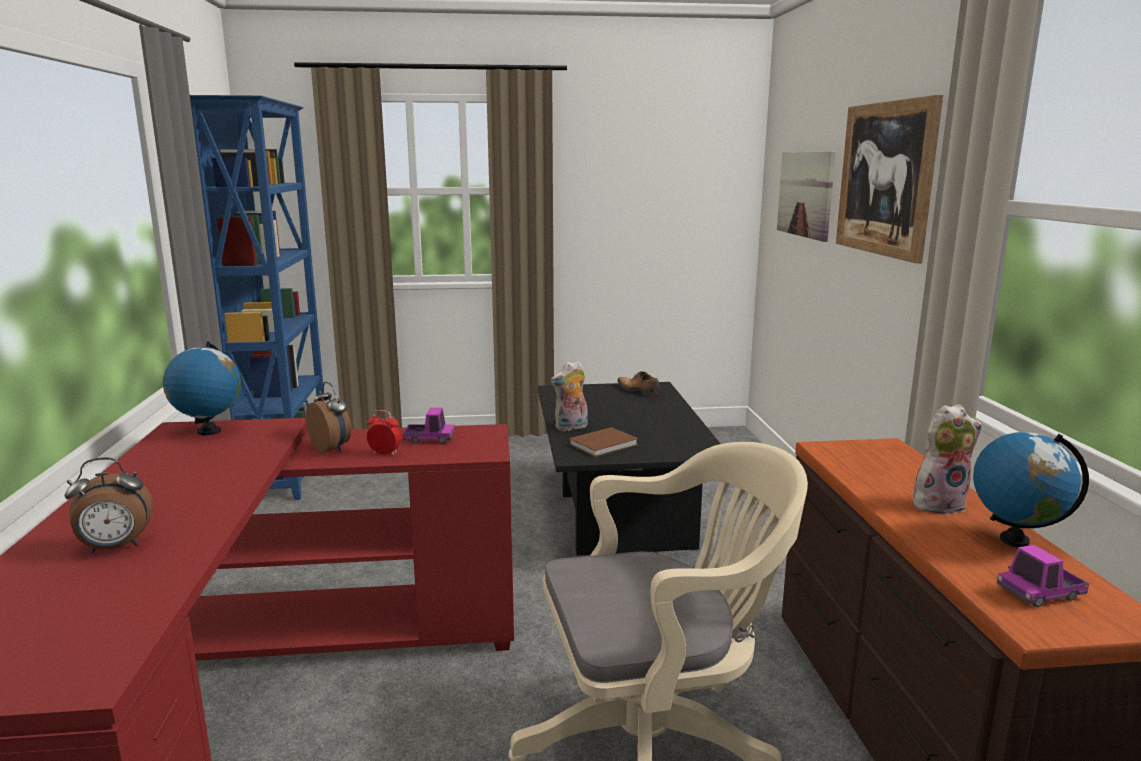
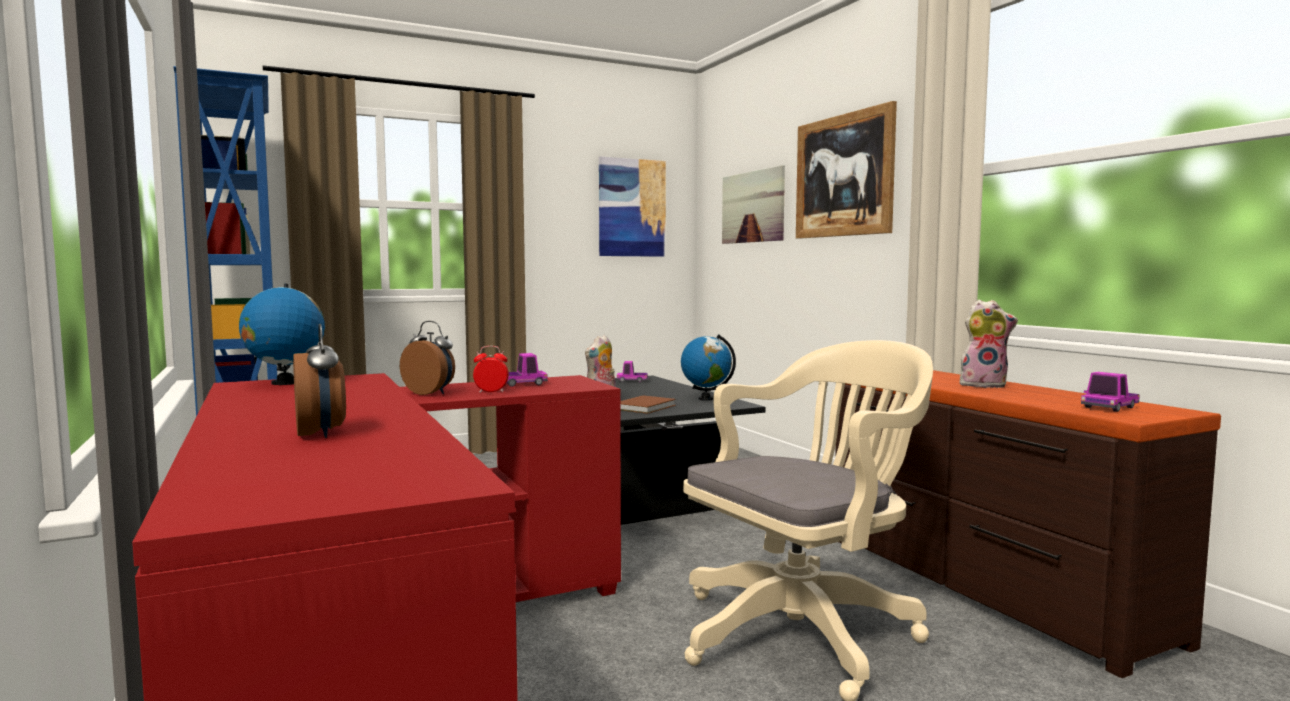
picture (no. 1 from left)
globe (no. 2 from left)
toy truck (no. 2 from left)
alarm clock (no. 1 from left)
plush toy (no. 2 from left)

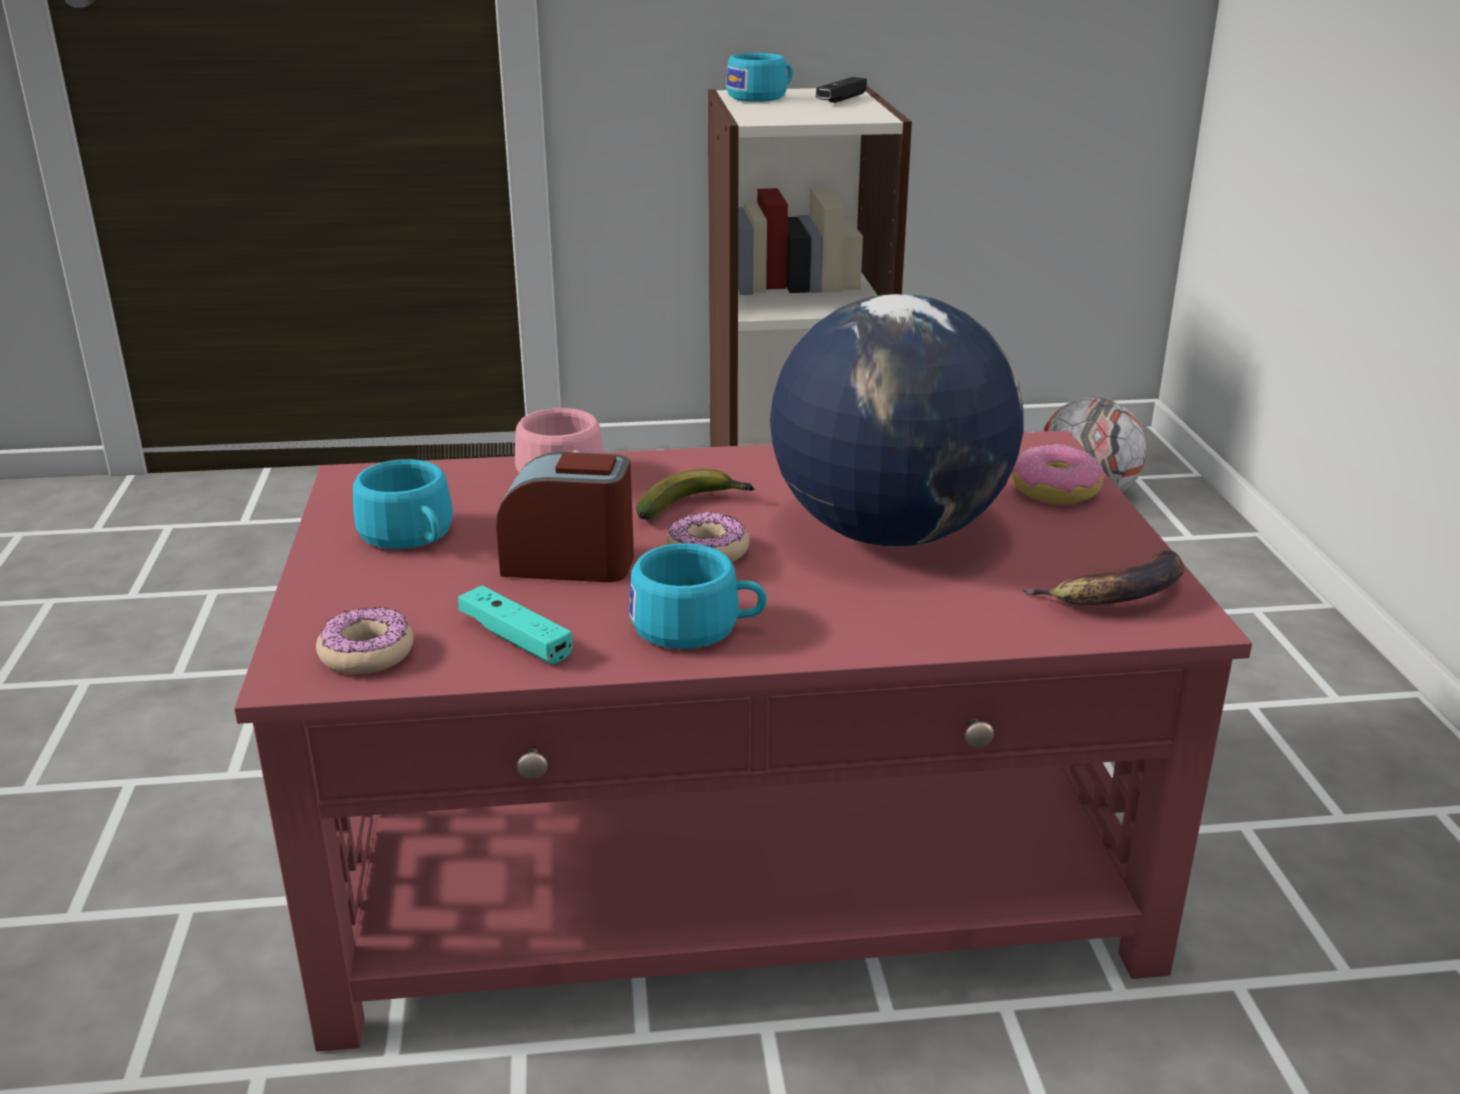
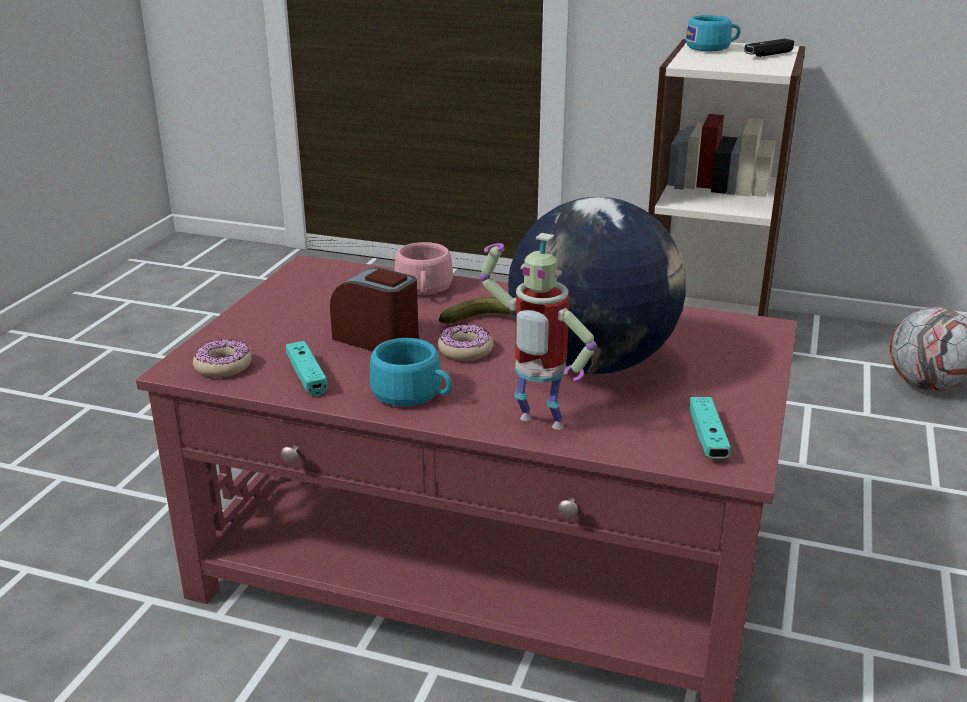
cup in turquoise (no. 1 from left in the first image)
donut (no. 3 from left in the first image)
toy robot
game controller in turquoise (no. 2 from left)

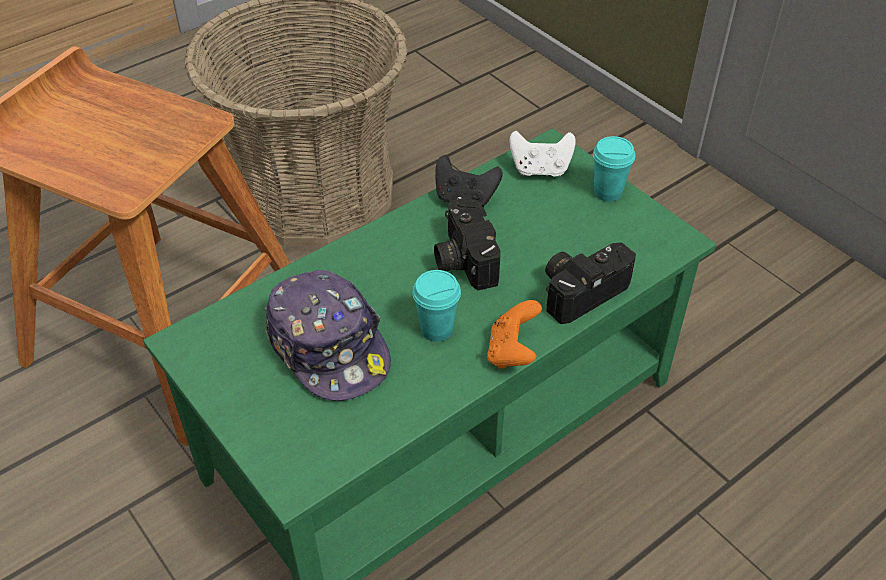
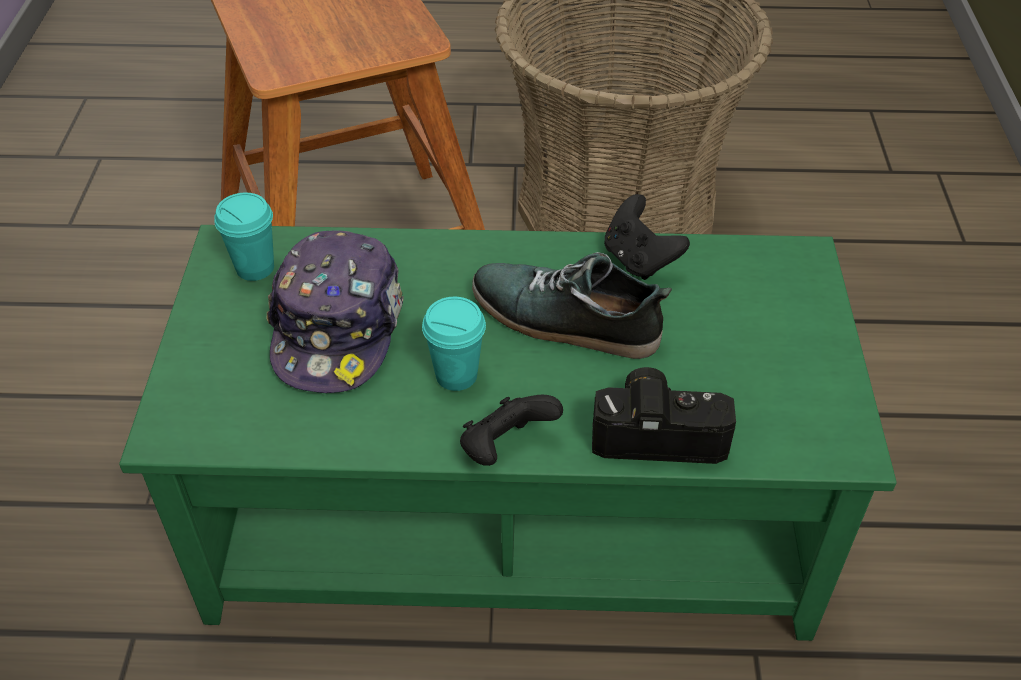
game controller in white
cup in turquoise (no. 1 from left)
shoe
game controller in black (no. 1 from left)

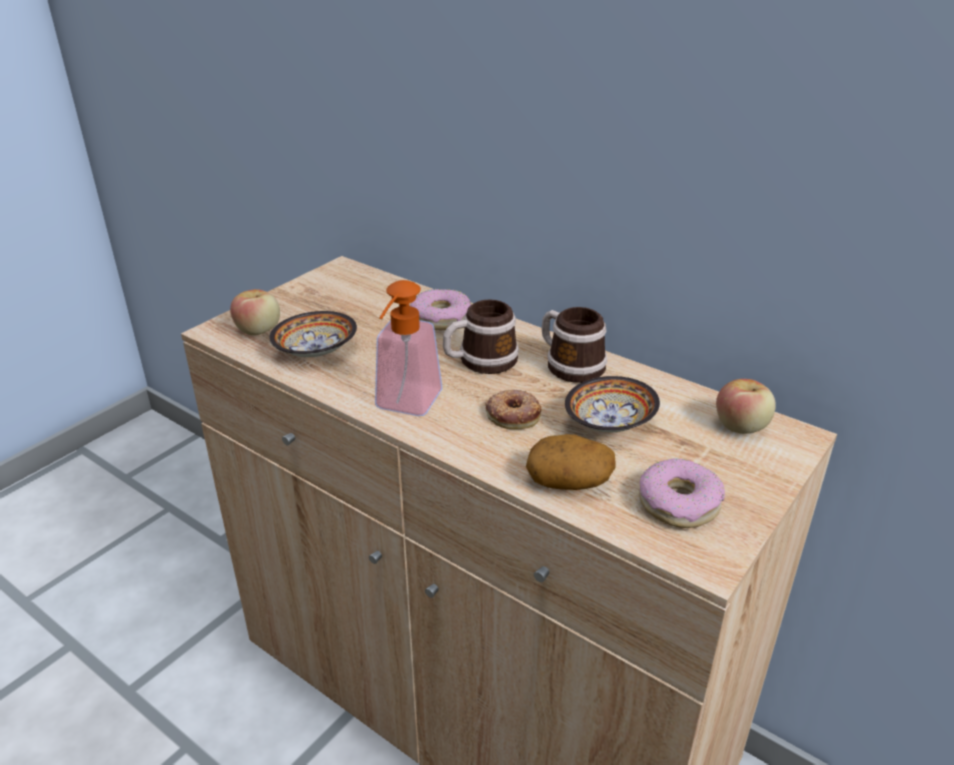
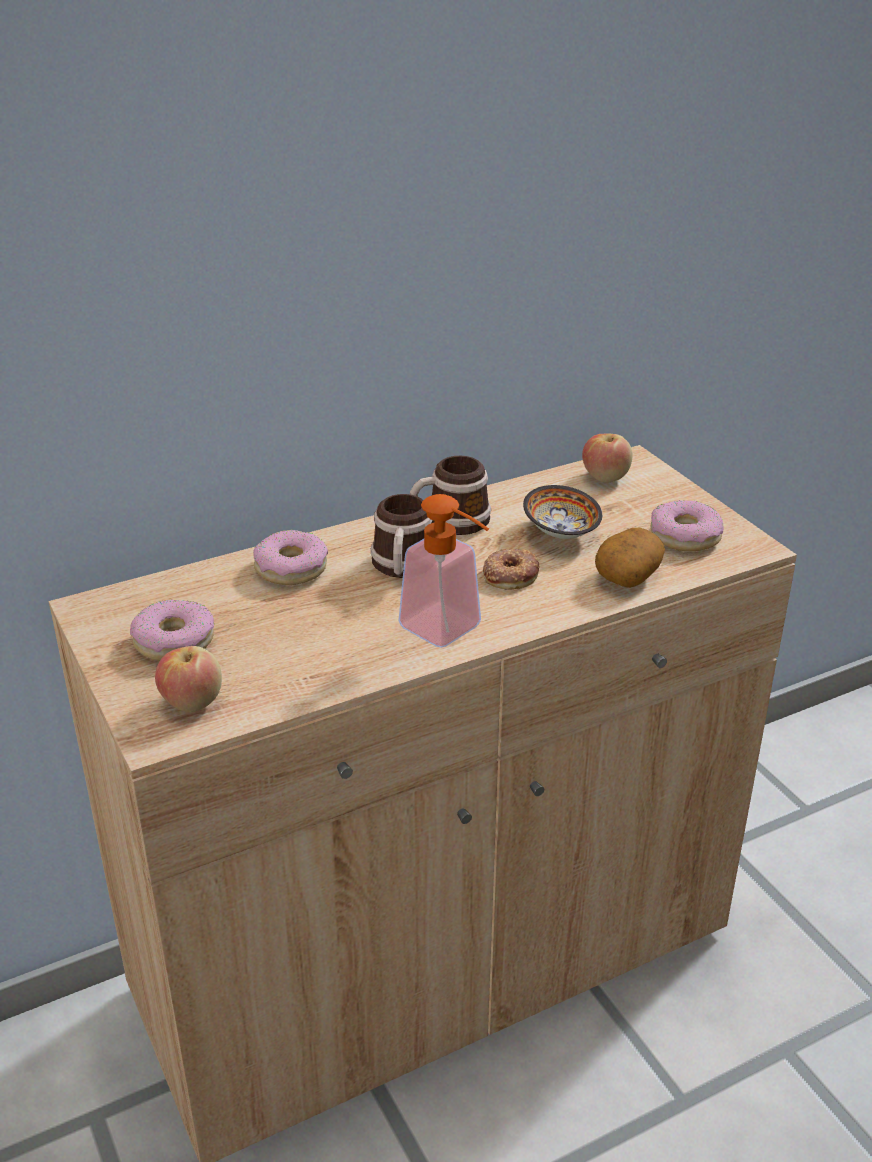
bowl (no. 1 from left in the first image)
donut (no. 1 from left)

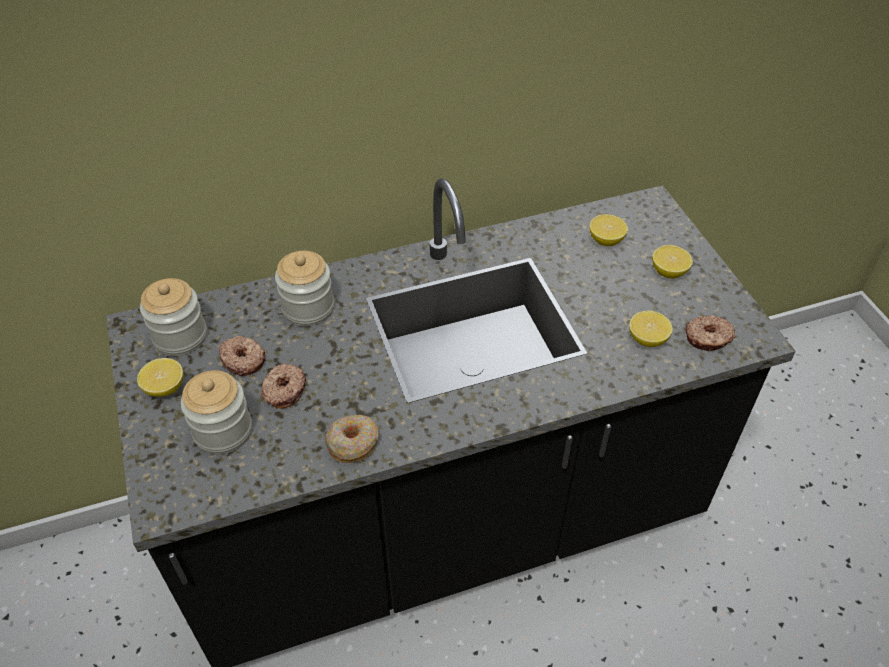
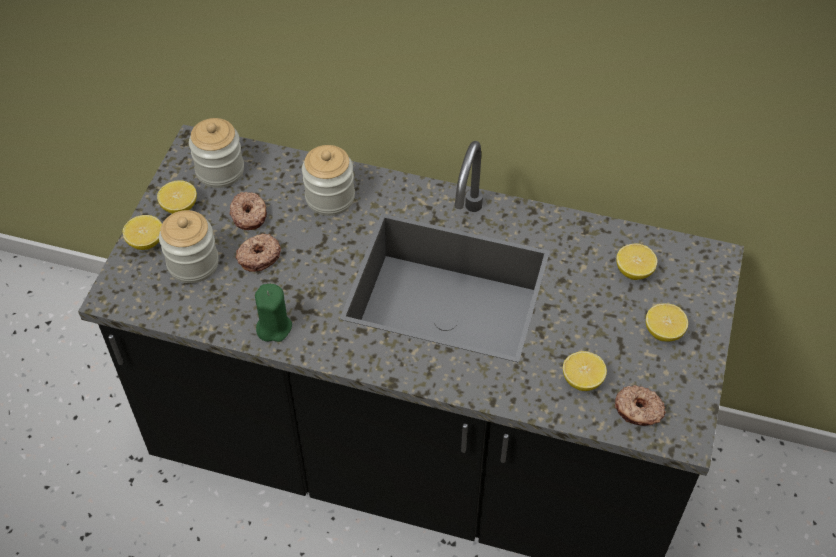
lemon (no. 1 from left)
candle in green

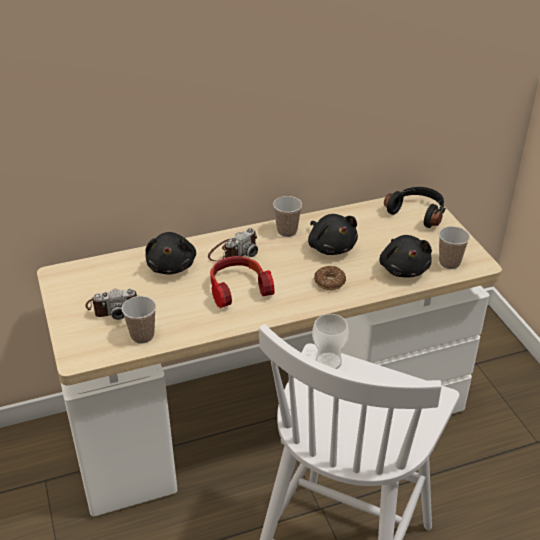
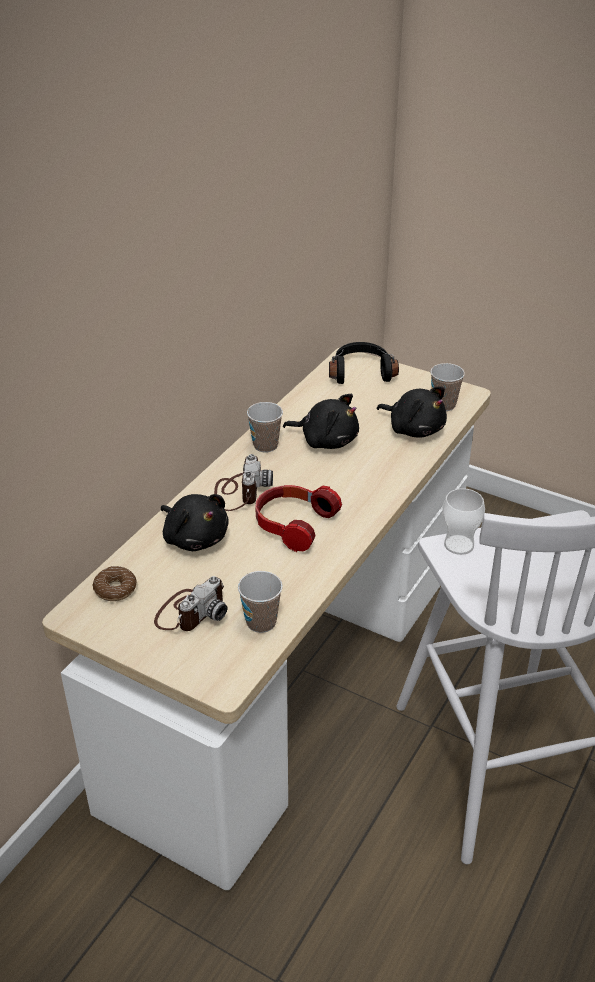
donut

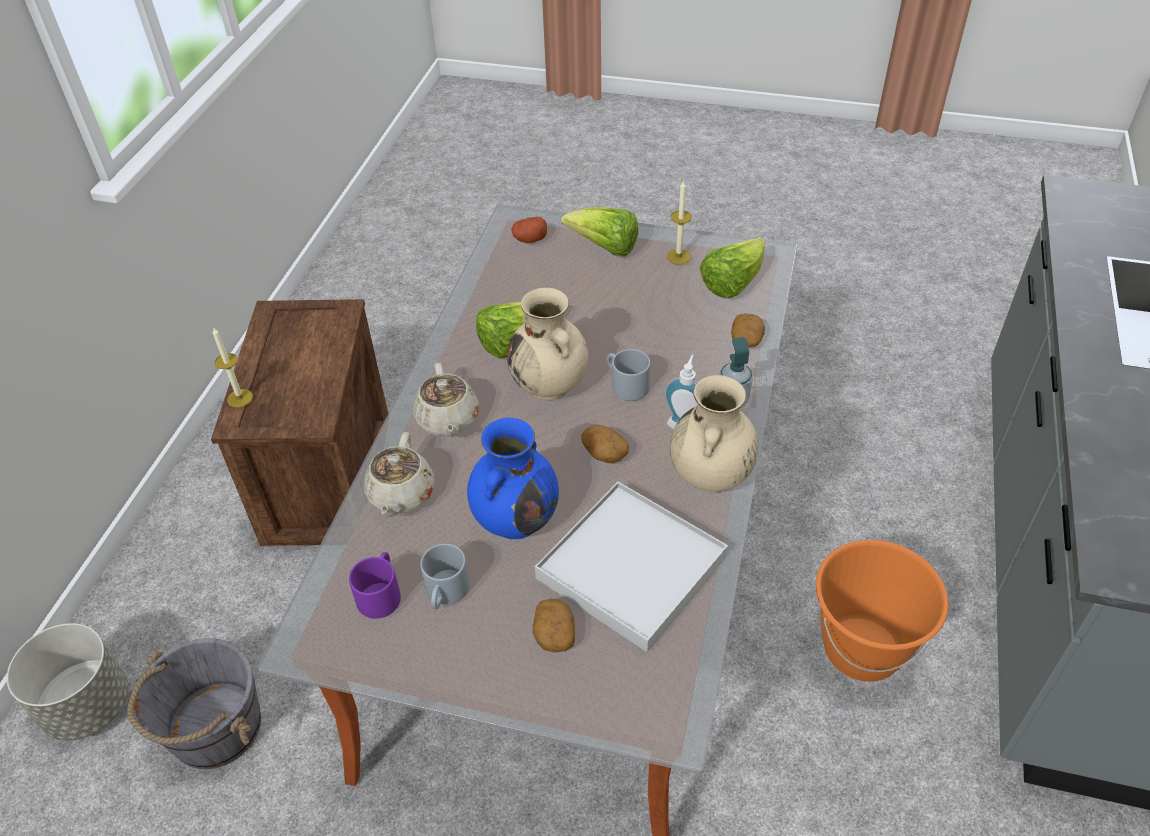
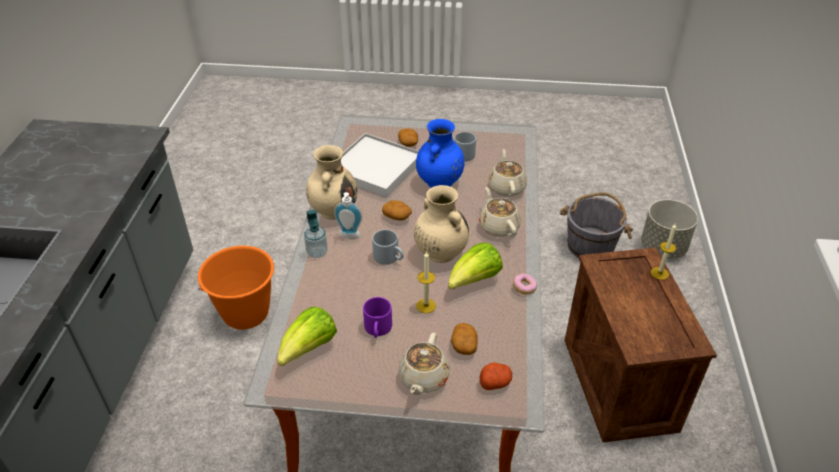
donut
mug in purple
candle (no. 1 from left)
potato (no. 3 from left)
teapot in beige (no. 1 from left)

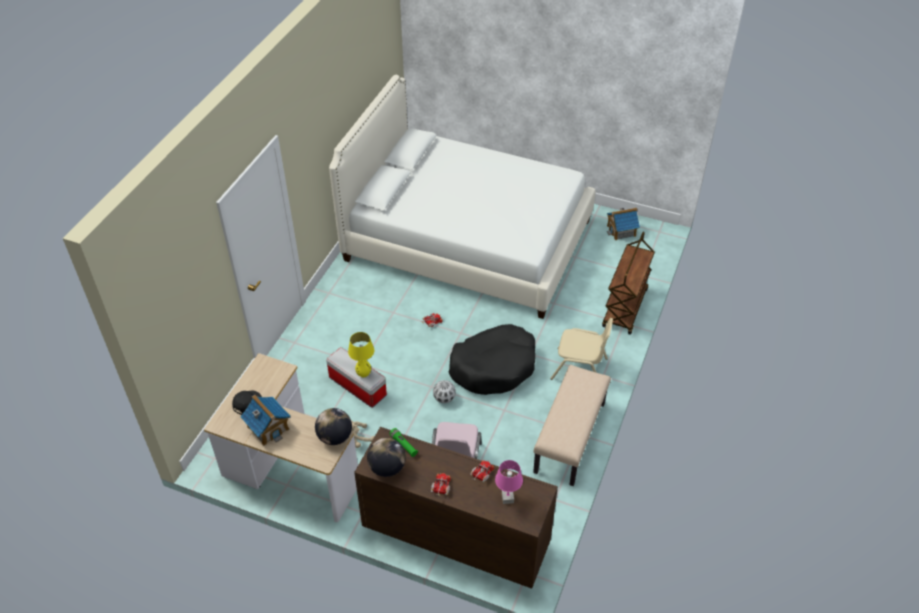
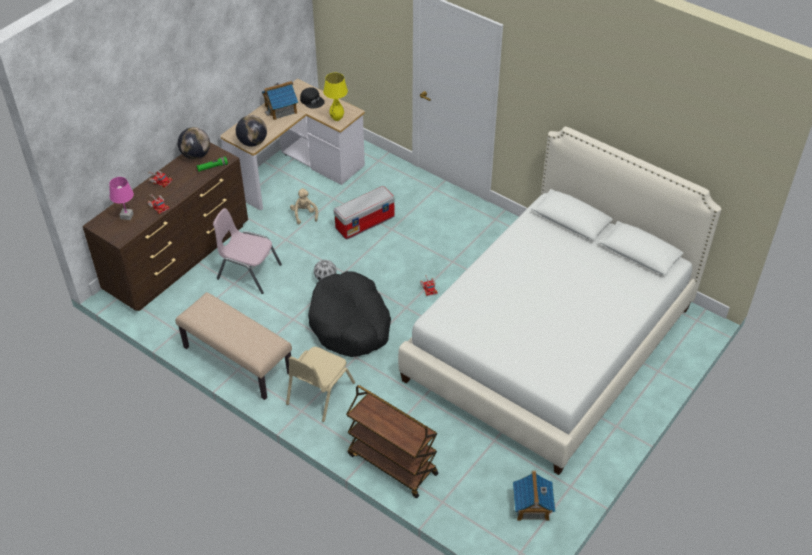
table lamp in yellow

